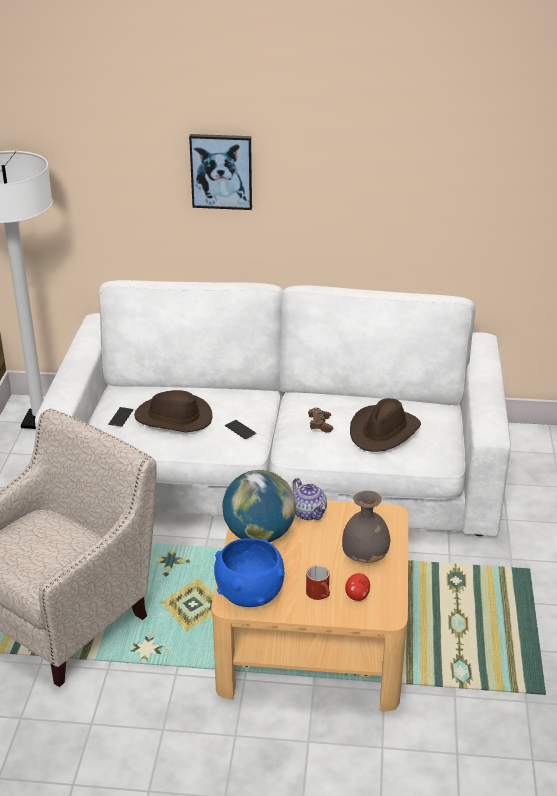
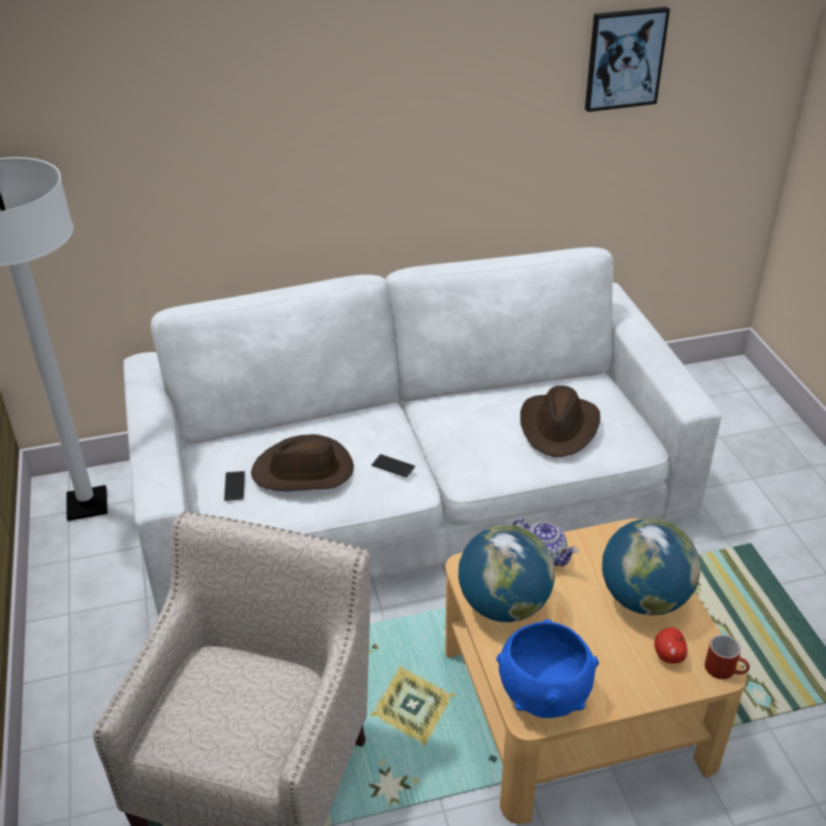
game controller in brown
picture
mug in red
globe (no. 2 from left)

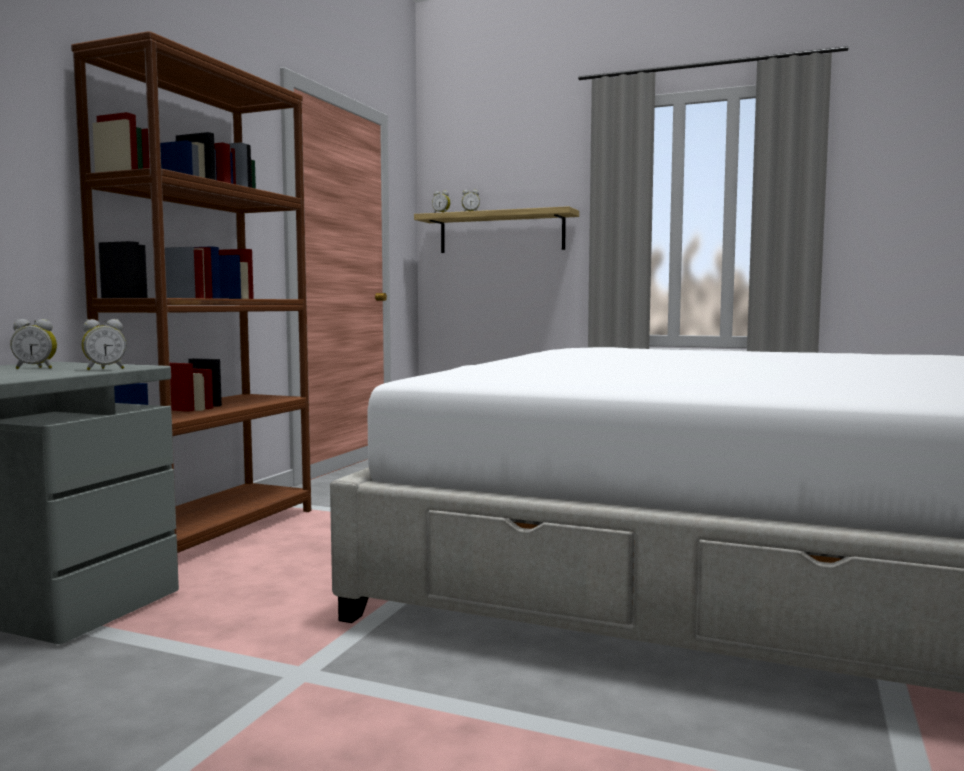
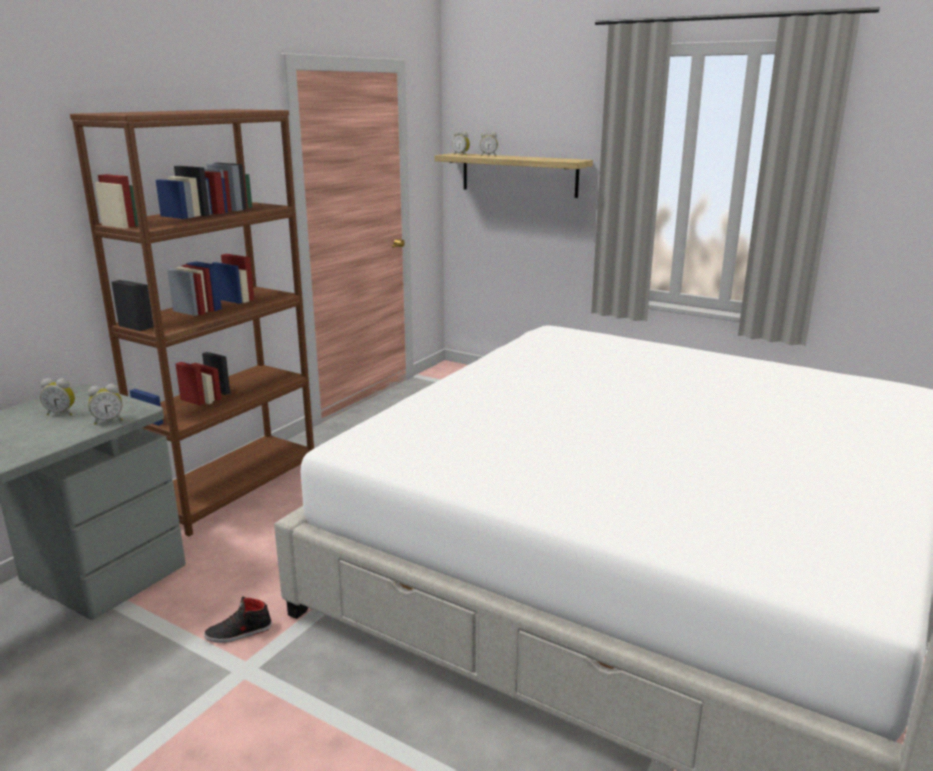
shoe in black

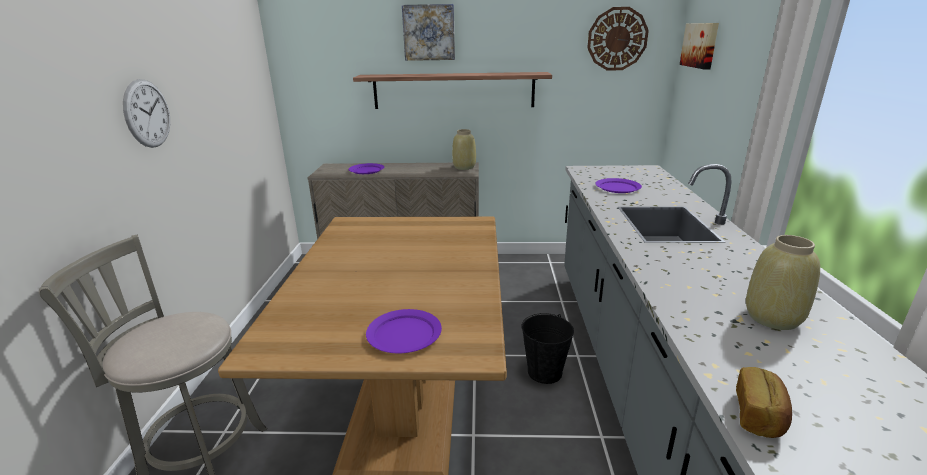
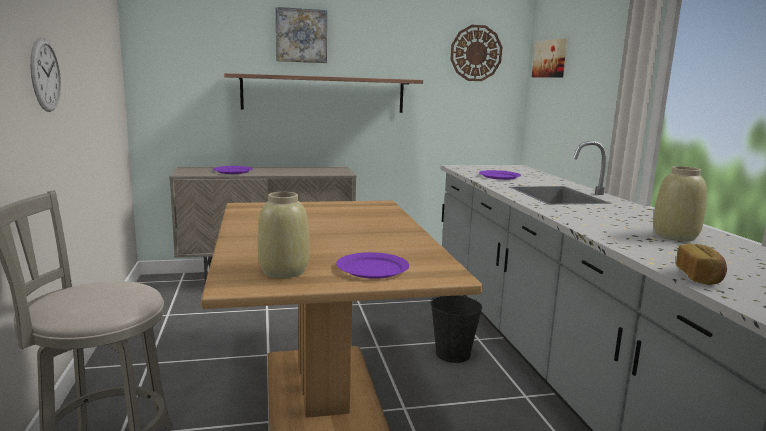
vase in beige (no. 1 from left)

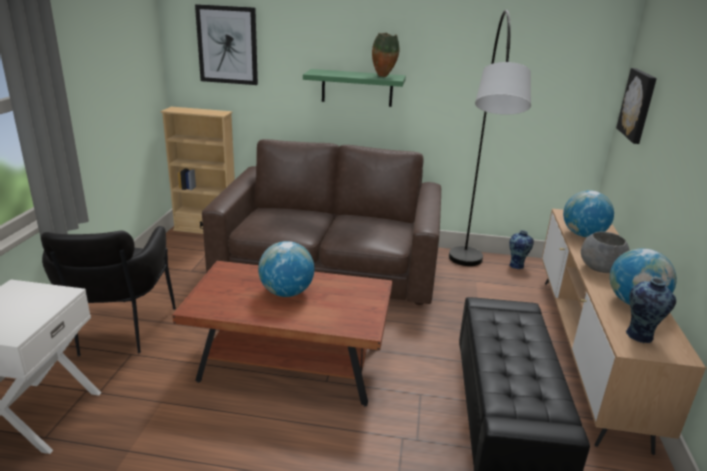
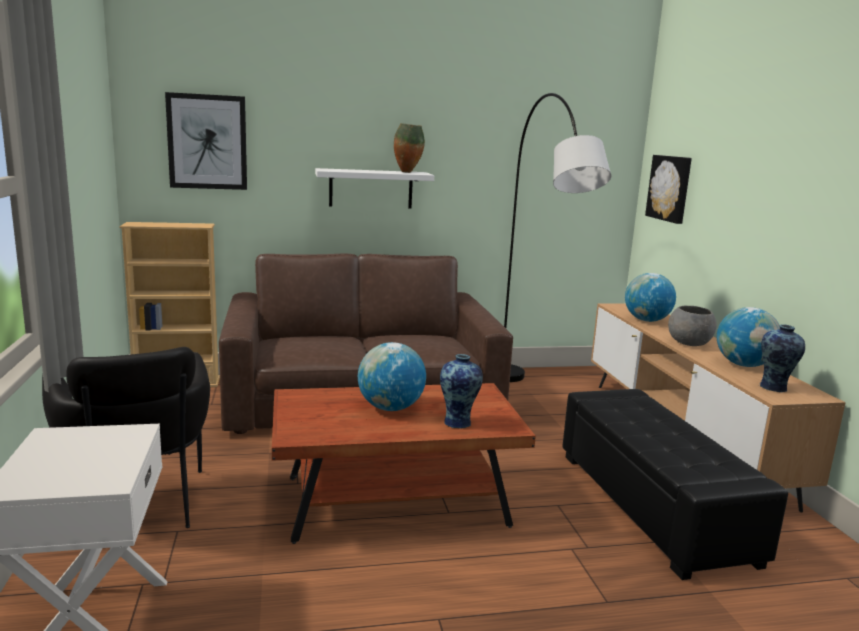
vase (no. 2 from left)
shelf in white

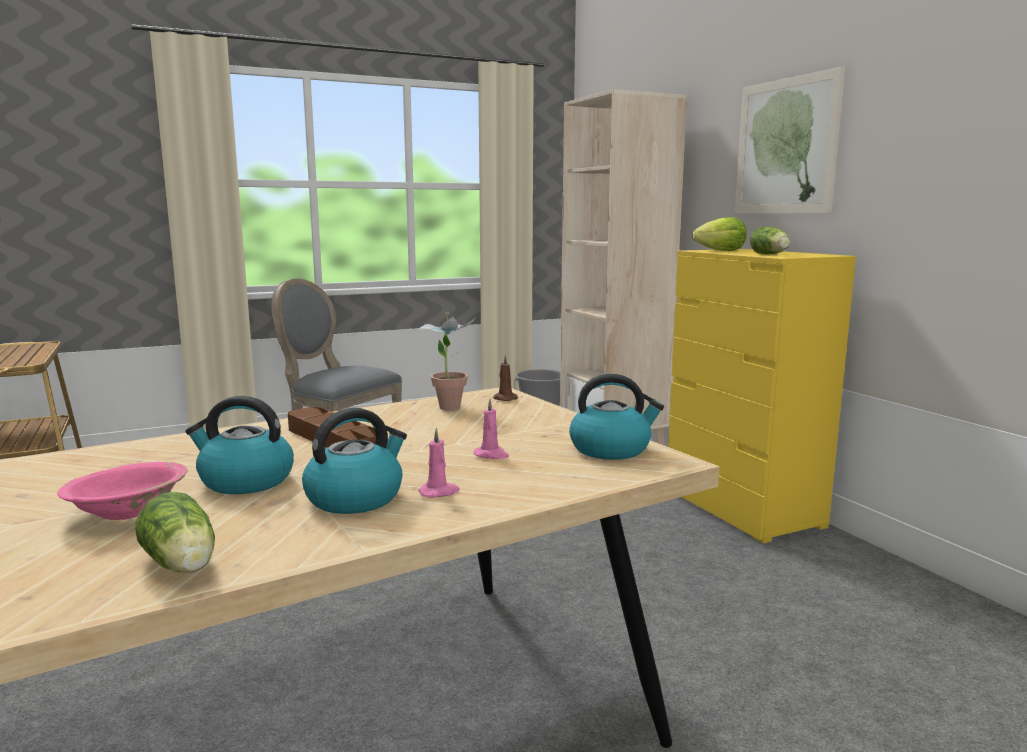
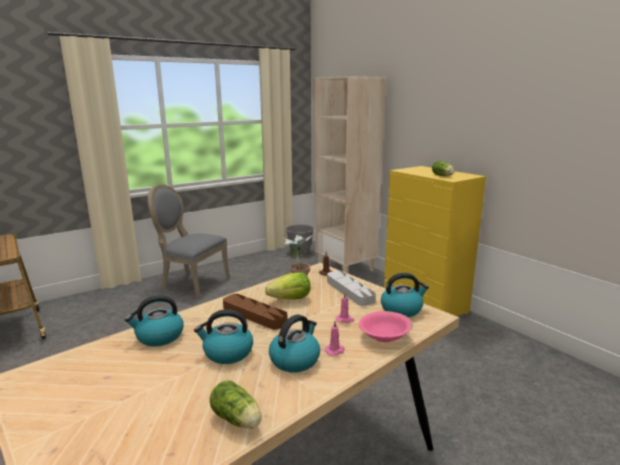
picture
kettle (no. 1 from left)
tray in grey
bowl in pink
lettuce (no. 2 from left)

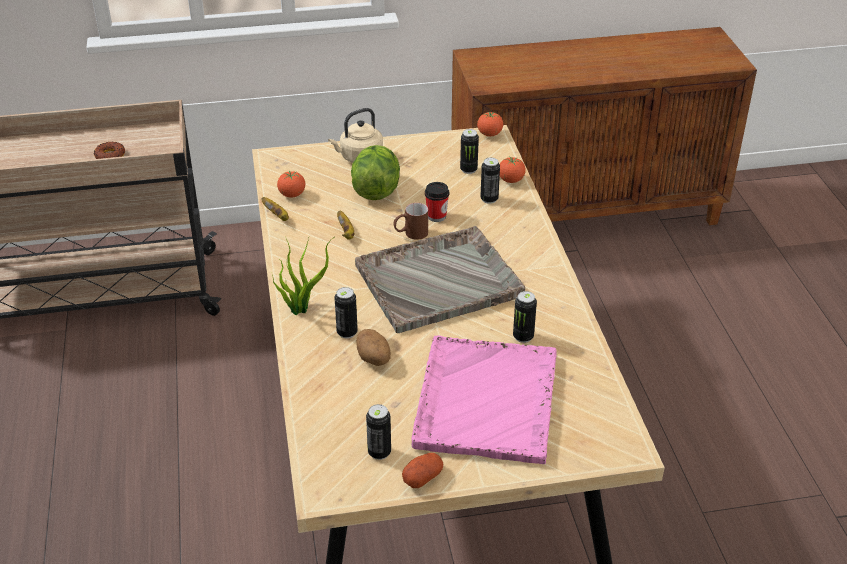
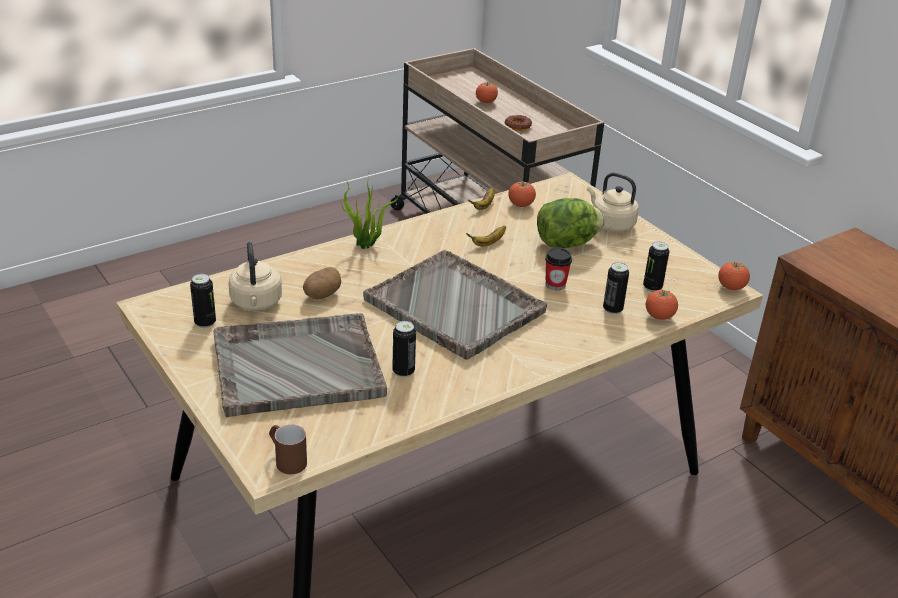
can (no. 1 from left in the first image)
potato (no. 2 from left in the first image)
kettle in beige (no. 1 from left)
tomato (no. 1 from left)
mug in brown
tray in grey (no. 1 from left)

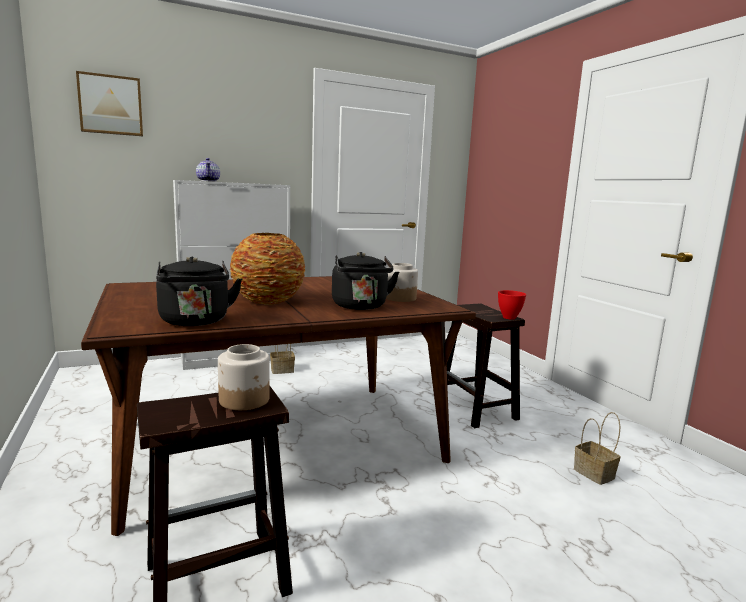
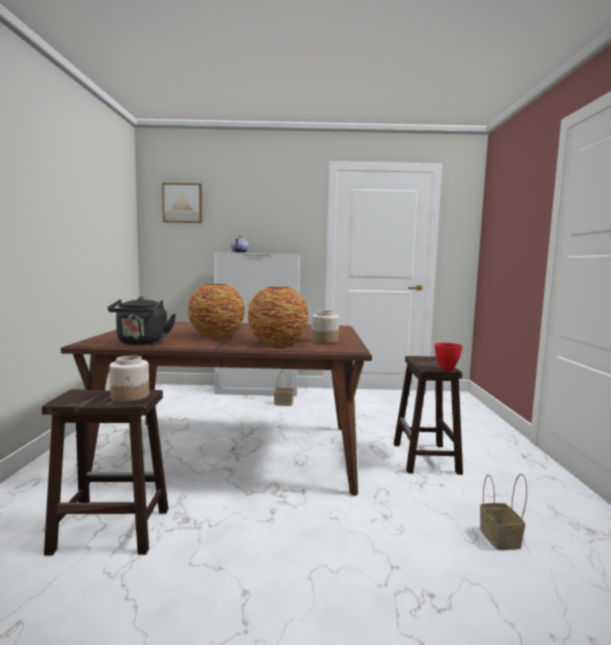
vase (no. 2 from left)

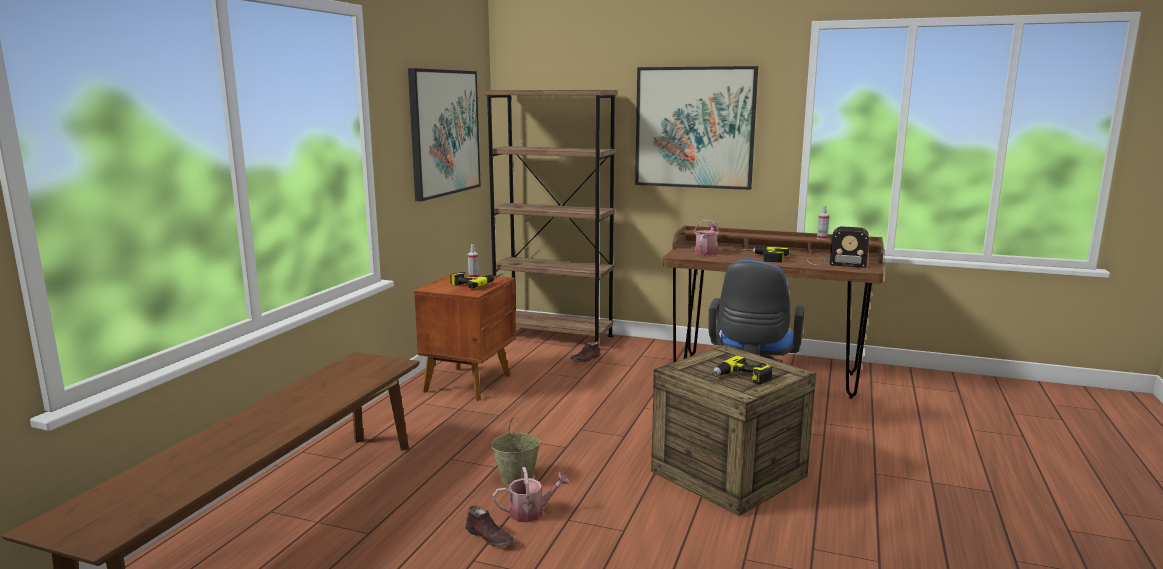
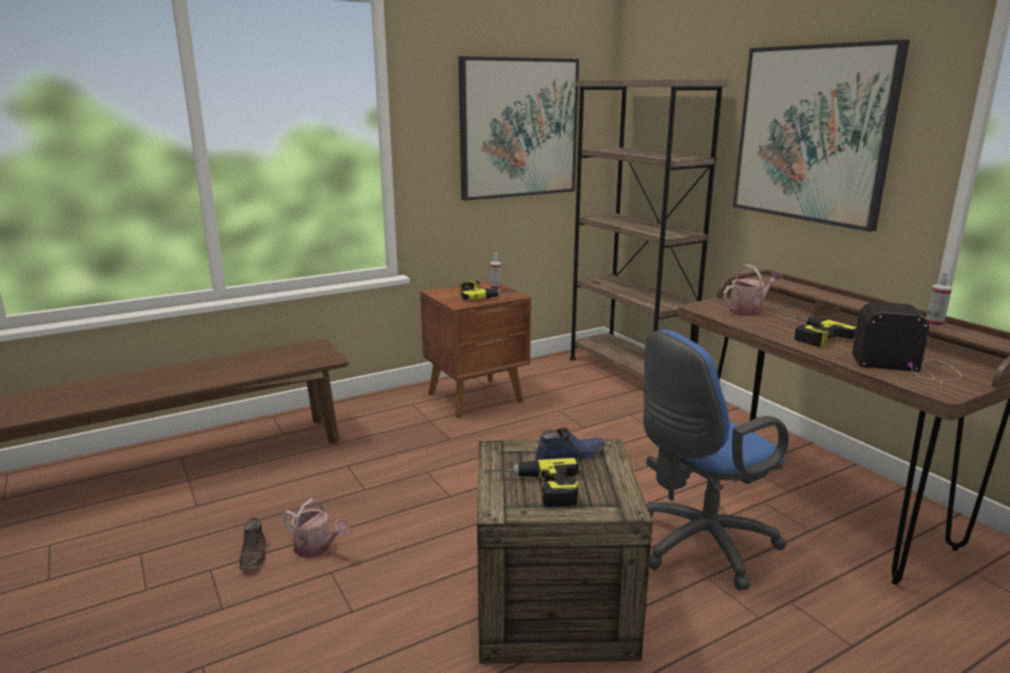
bucket in beige
shoe in brown (no. 2 from left in the first image)
shoe in blue
radio

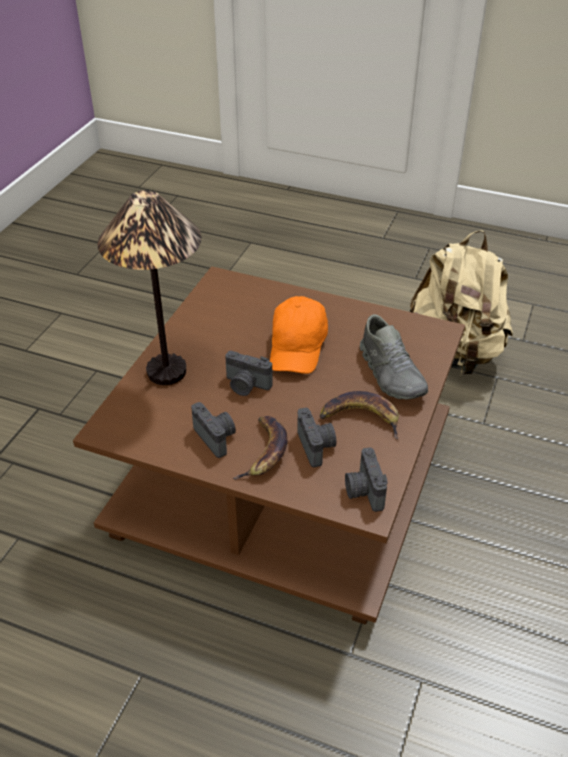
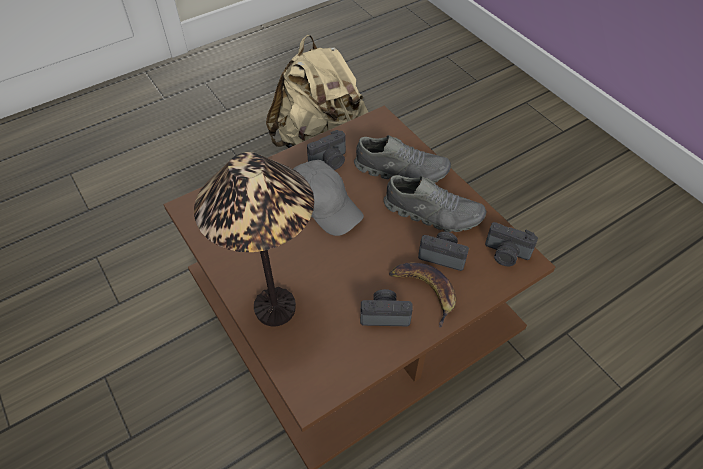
photo camera (no. 1 from left)
shoe in grey (no. 2 from left)
cap in grey

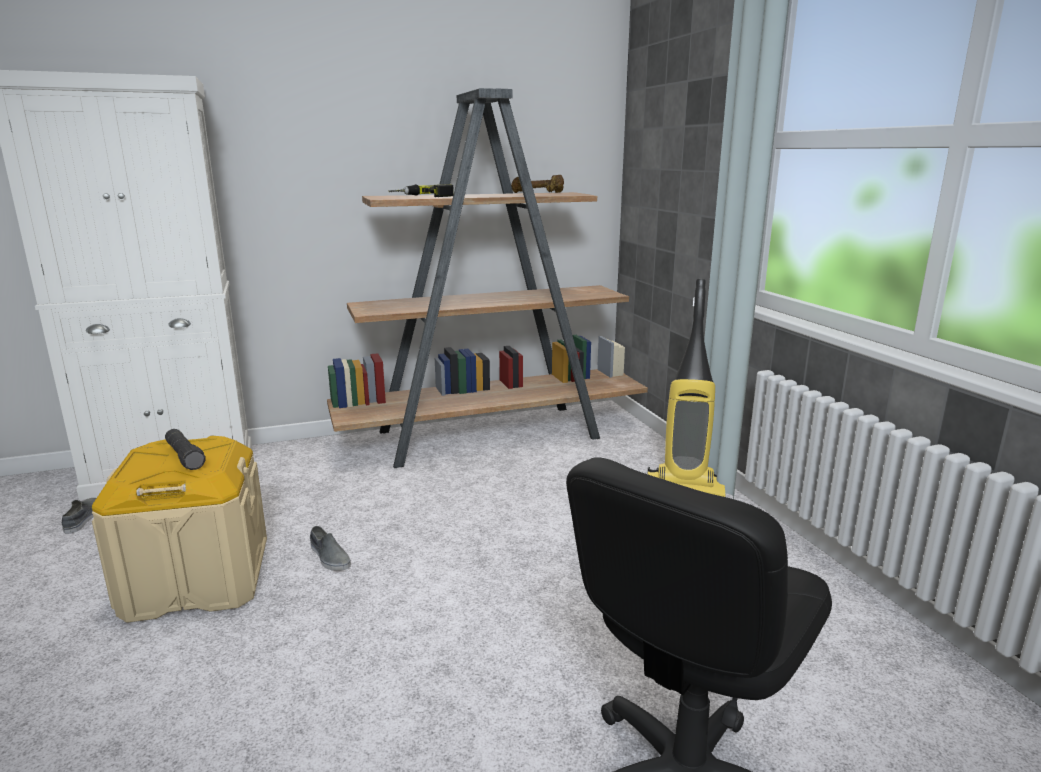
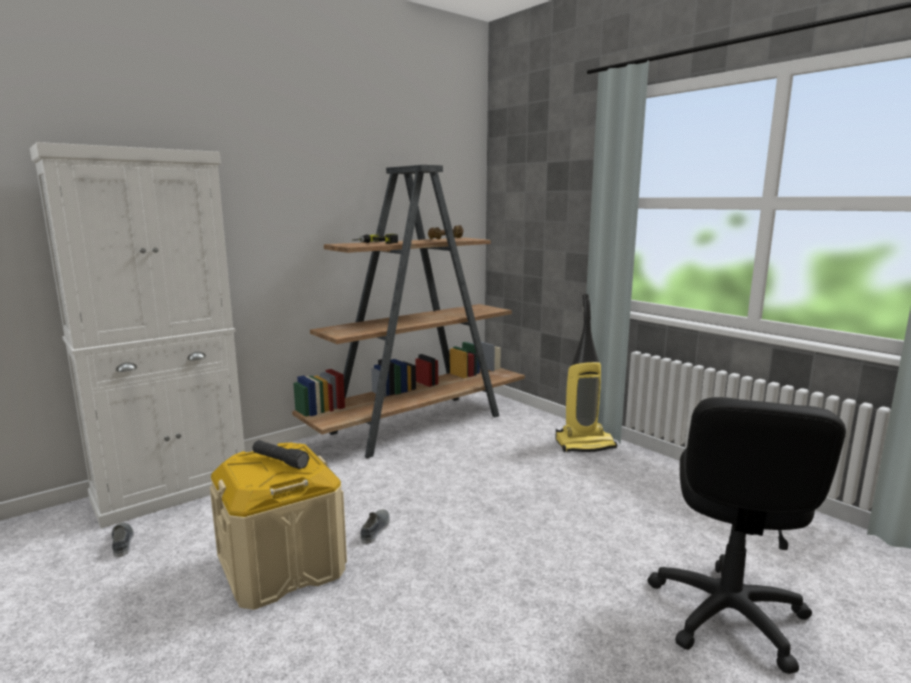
shoe in grey (no. 2 from left)

